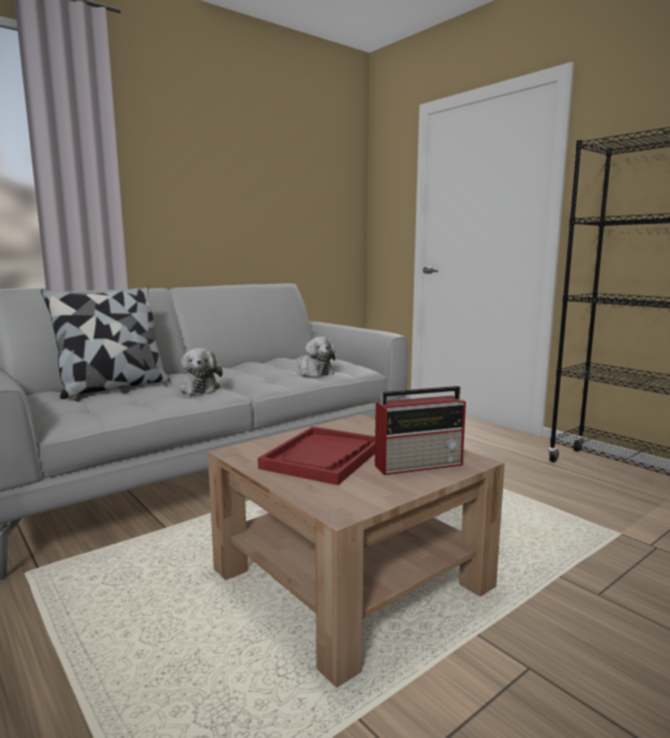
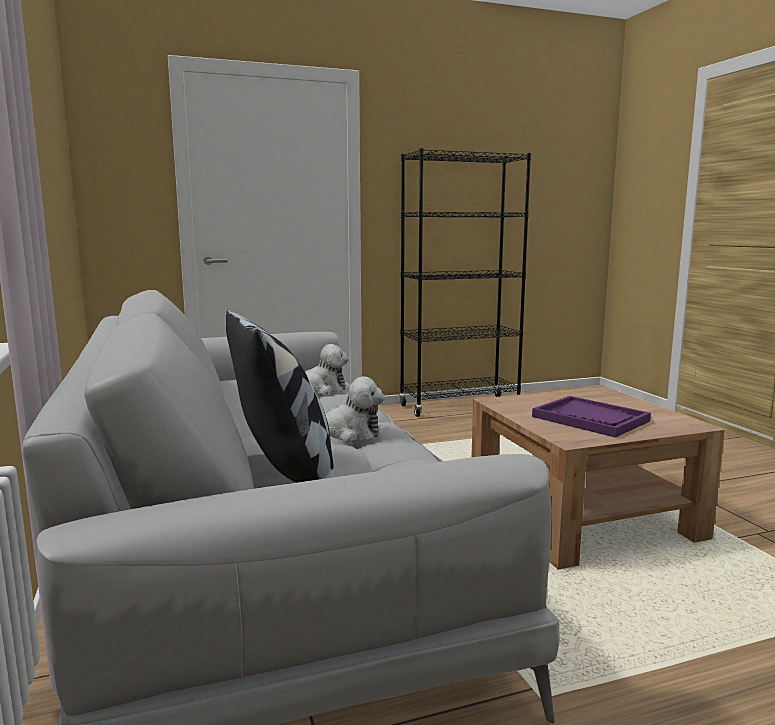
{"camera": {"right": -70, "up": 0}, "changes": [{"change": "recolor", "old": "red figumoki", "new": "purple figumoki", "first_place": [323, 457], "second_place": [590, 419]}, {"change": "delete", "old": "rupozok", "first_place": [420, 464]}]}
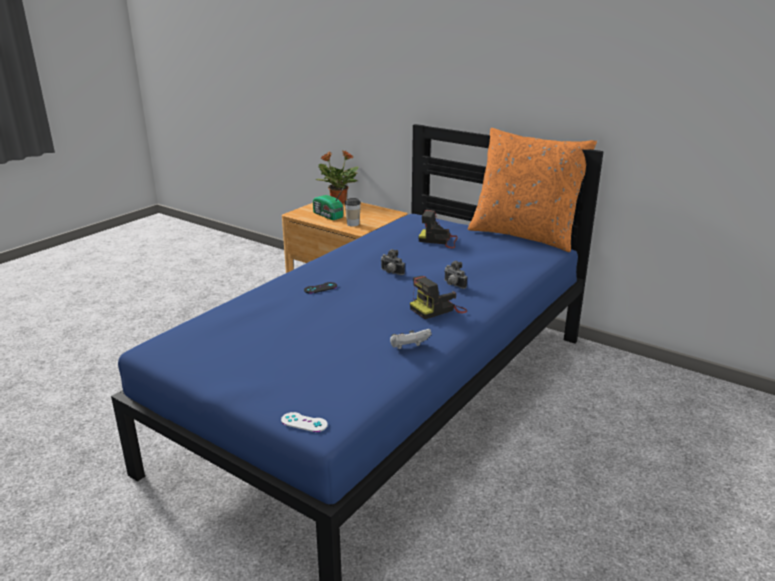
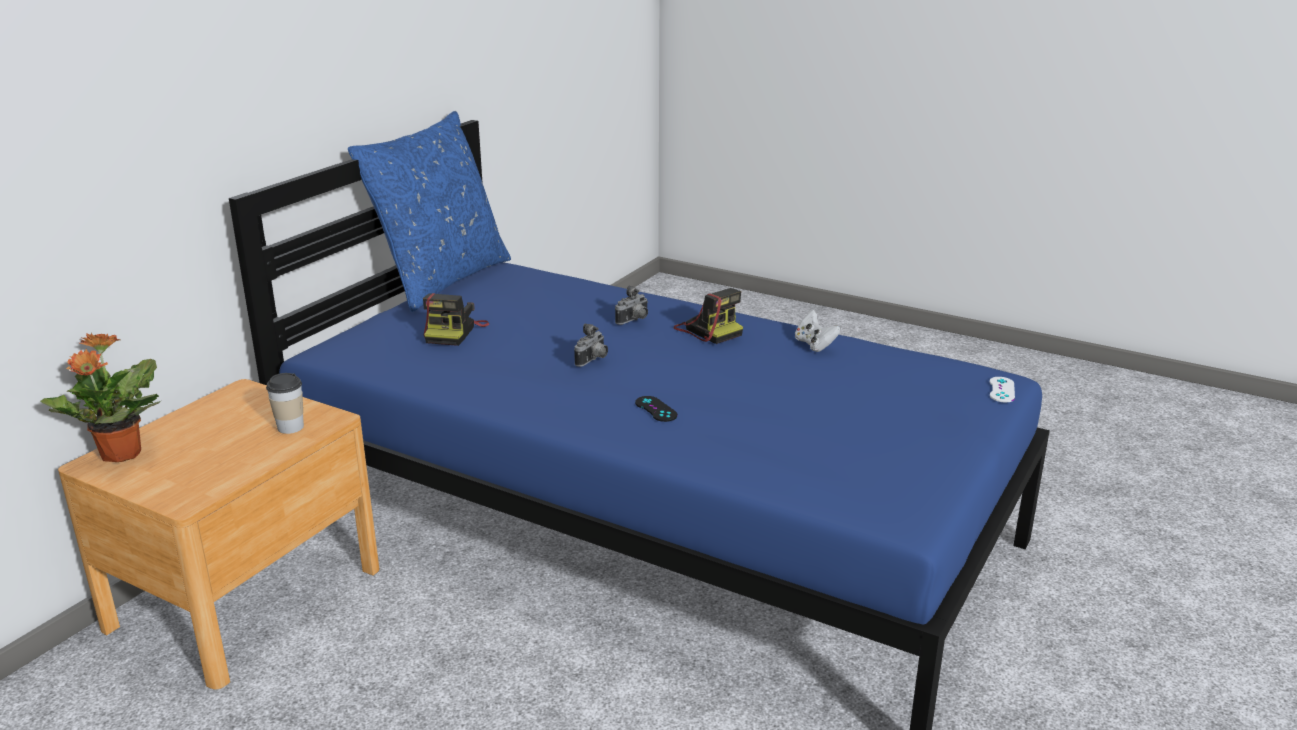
{"camera": {"right": -95, "up": 0}, "changes": [{"change": "recolor", "old": "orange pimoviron", "new": "blue pimoviron", "first_place": [524, 235], "second_place": [441, 280]}, {"change": "delete", "old": "rupozok", "first_place": [328, 216]}]}
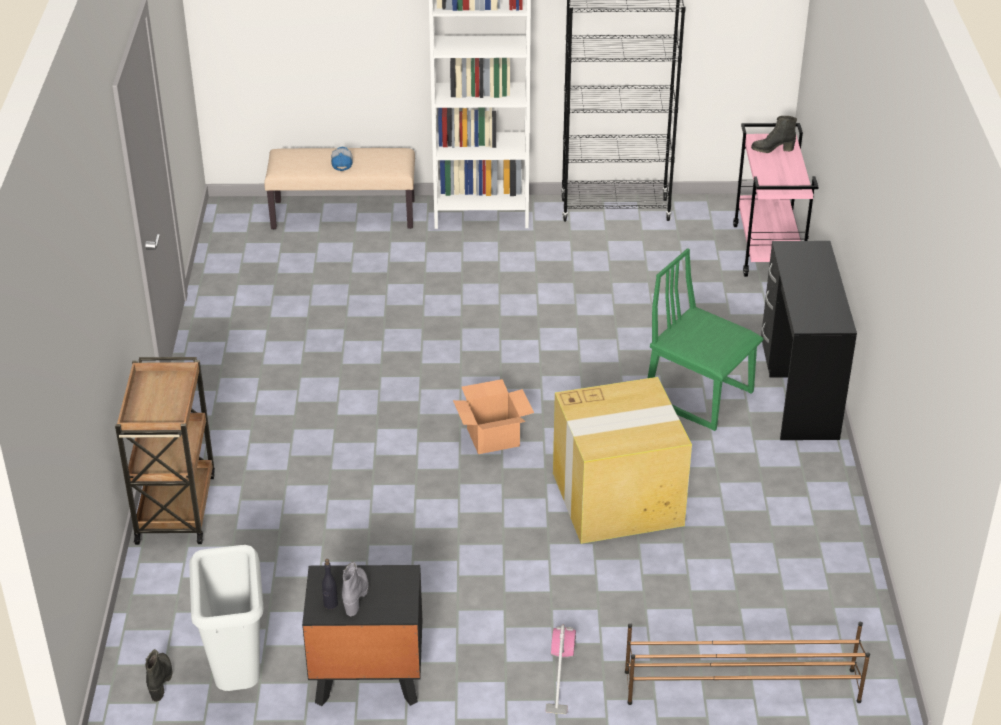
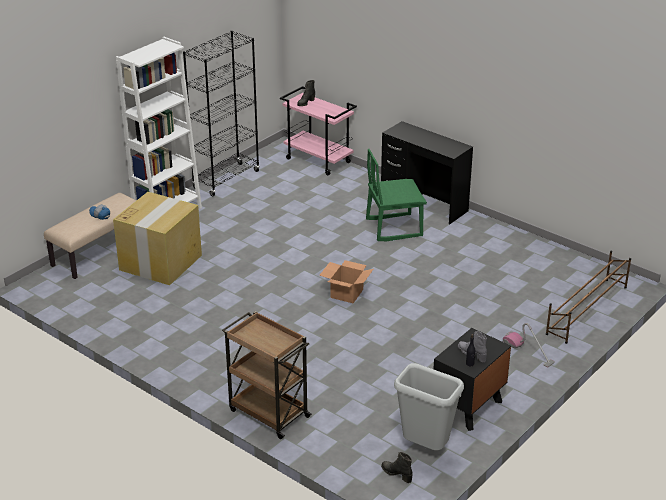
{"camera": {"right": -50, "up": -5}, "changes": [{"change": "move", "old": "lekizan", "first_place": [619, 498], "second_place": [161, 262]}]}
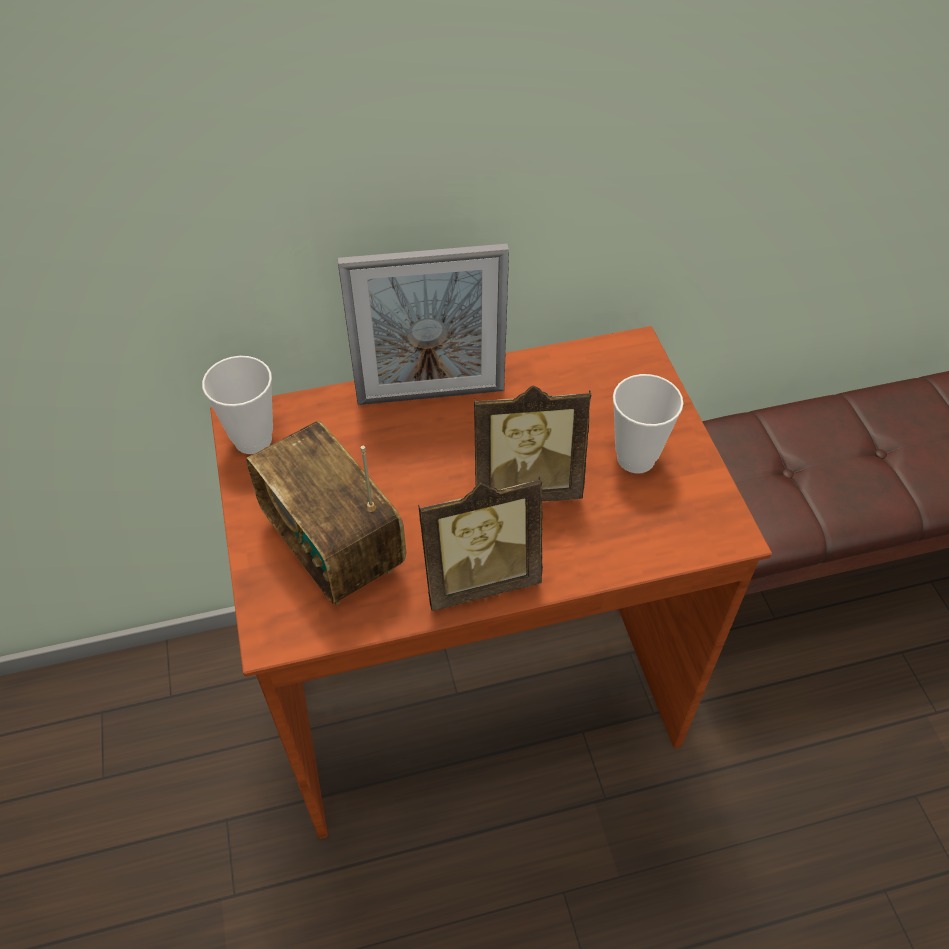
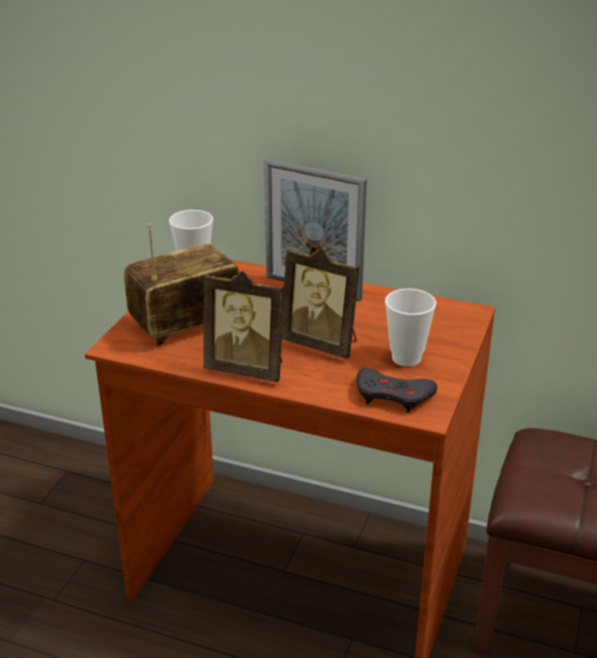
{"camera": {"right": 35, "up": -20}, "changes": [{"change": "rotate", "old": "rupozok", "first_place": [333, 545], "second_place": [185, 325], "degrees": 60}, {"change": "insert", "new": "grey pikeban", "second_place": [393, 395]}]}
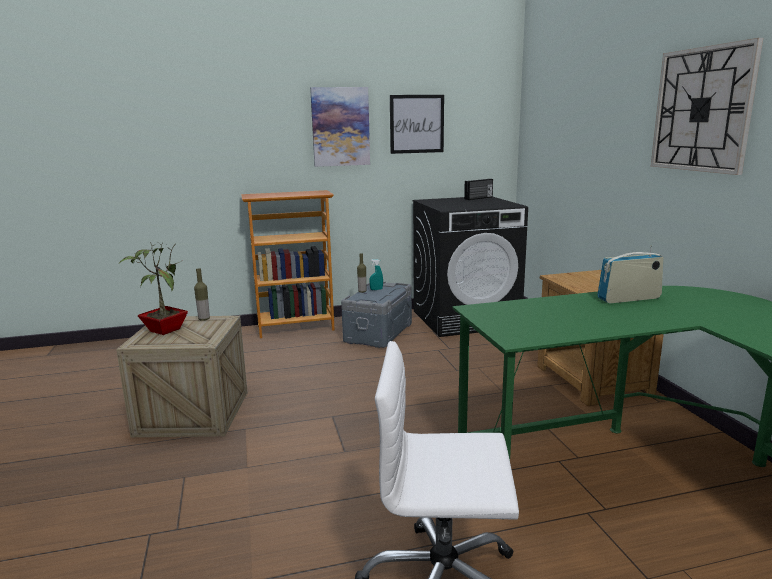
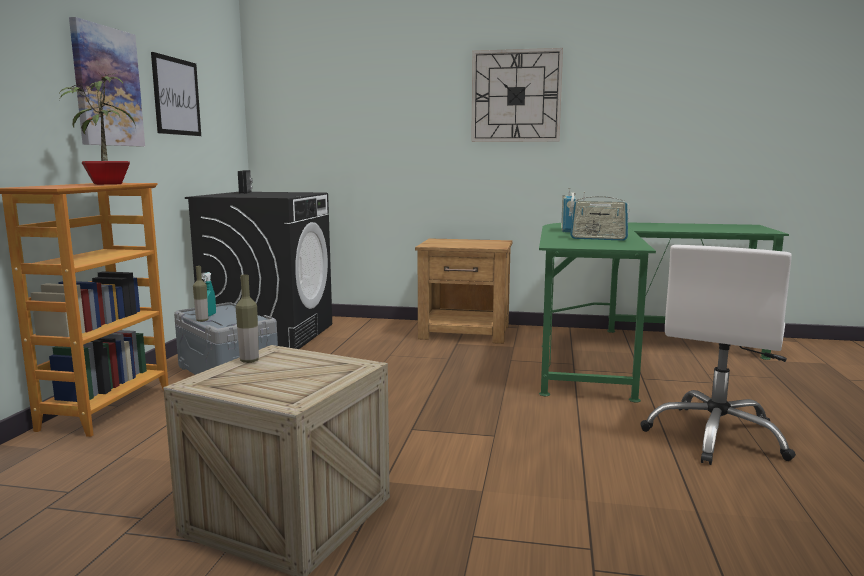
{"camera": {"right": -65, "up": -5}, "changes": [{"change": "move", "old": "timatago", "first_place": [164, 330], "second_place": [105, 184]}, {"change": "insert", "new": "rupozok", "second_place": [598, 239]}]}
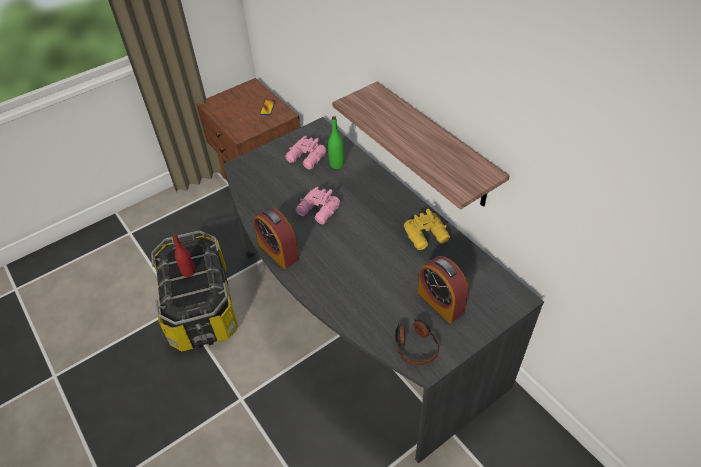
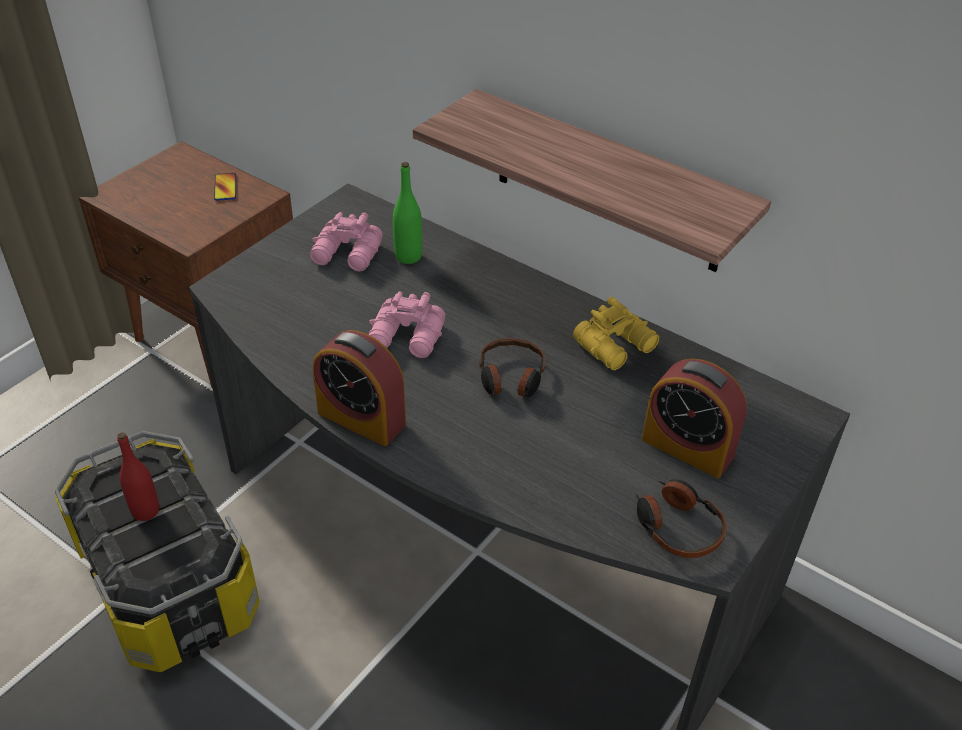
{"camera": {"right": -20, "up": -5}, "changes": [{"change": "insert", "new": "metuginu", "second_place": [511, 378]}]}
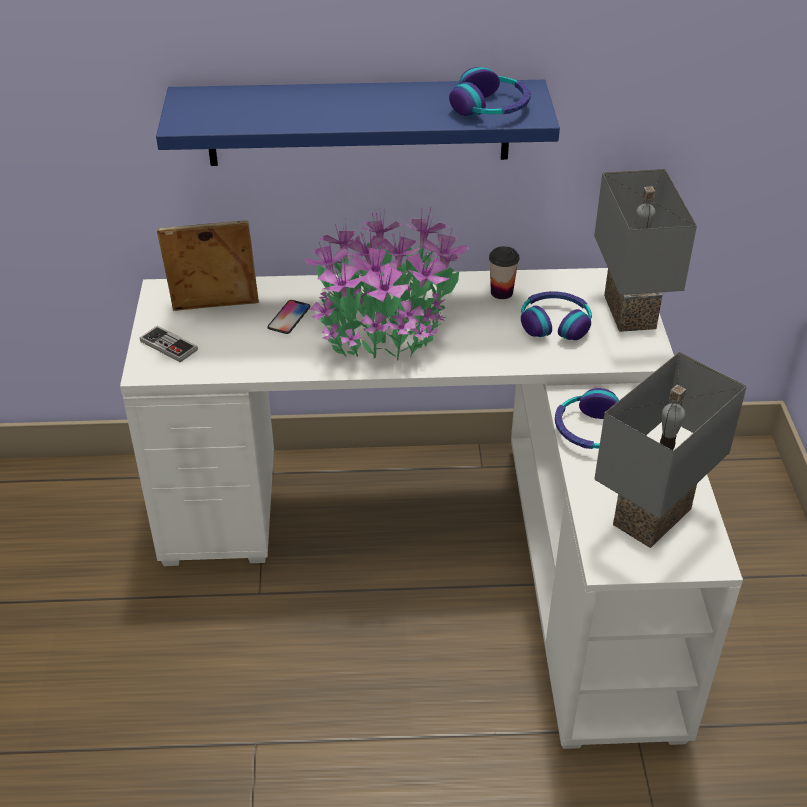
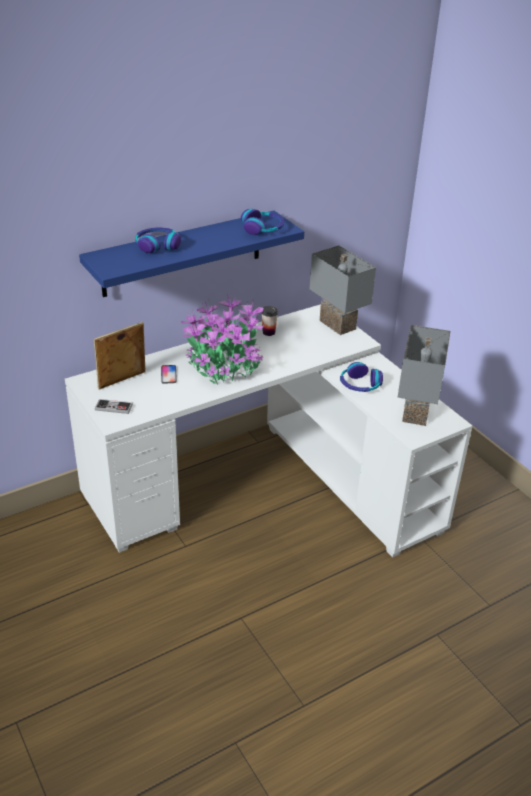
{"camera": {"right": -30, "up": -5}, "changes": [{"change": "move", "old": "metuginu", "first_place": [555, 324], "second_place": [158, 245]}]}
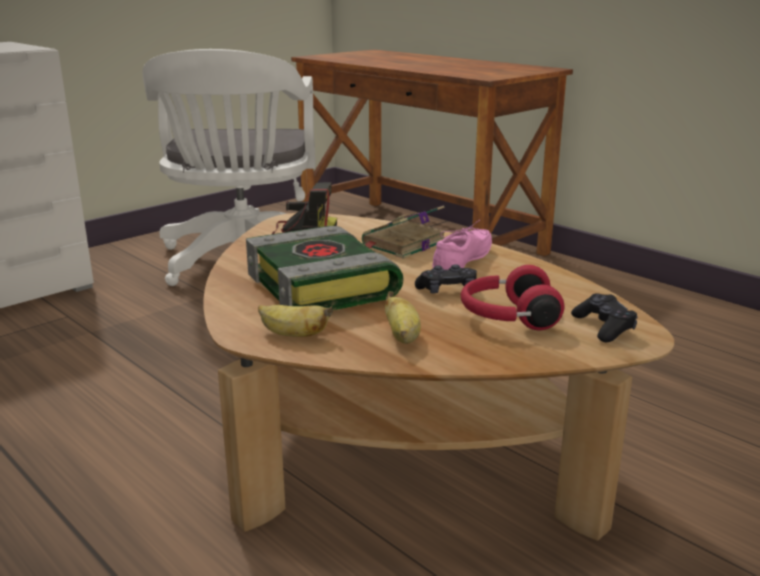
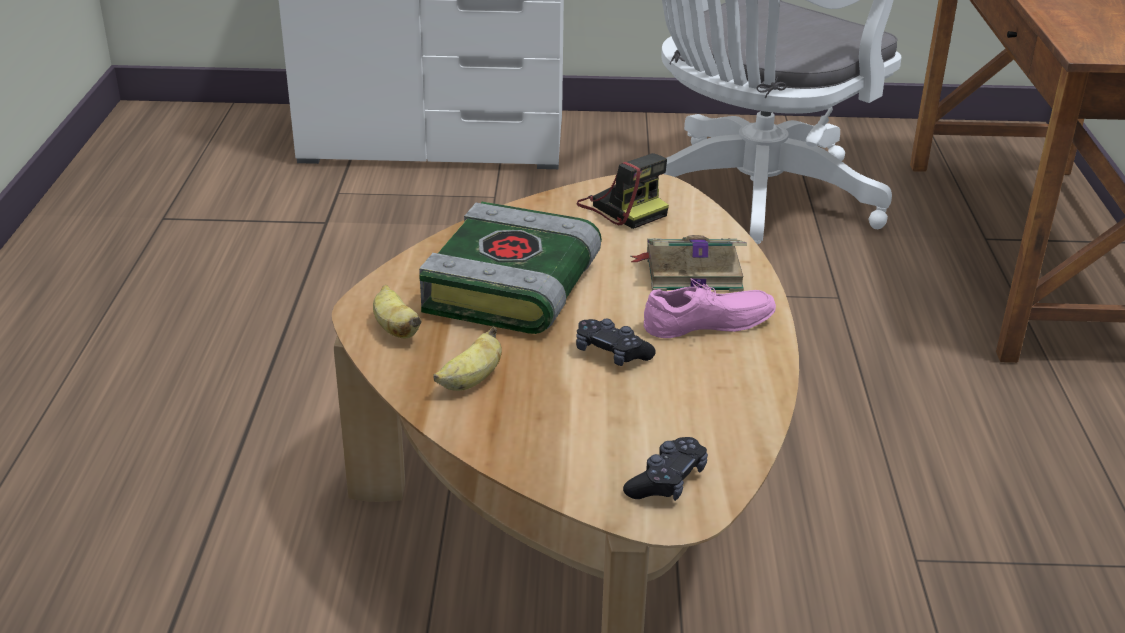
{"camera": {"right": 45, "up": 10}, "changes": [{"change": "delete", "old": "red metuginu", "first_place": [507, 317]}]}
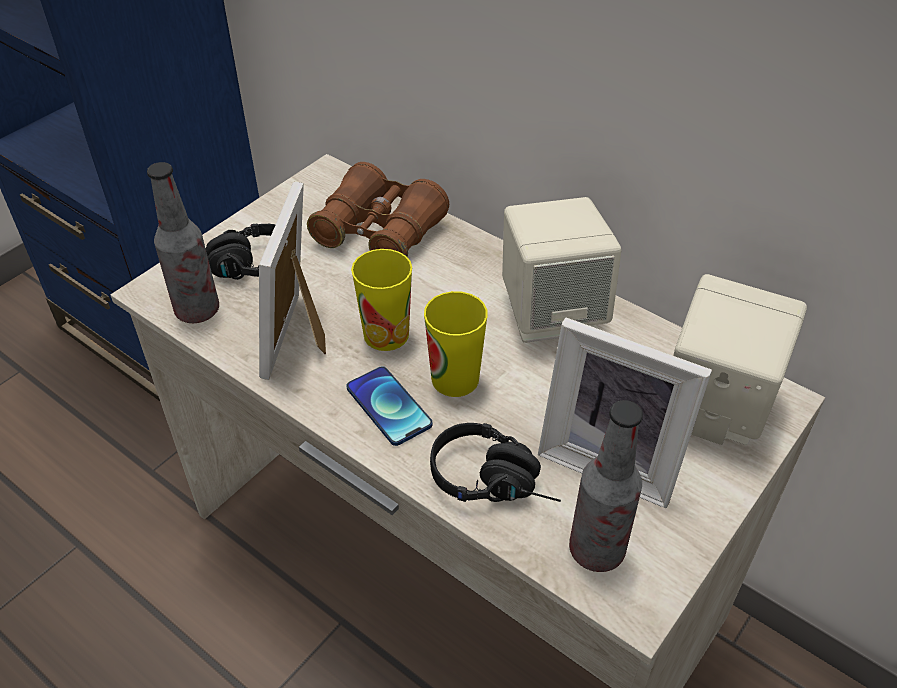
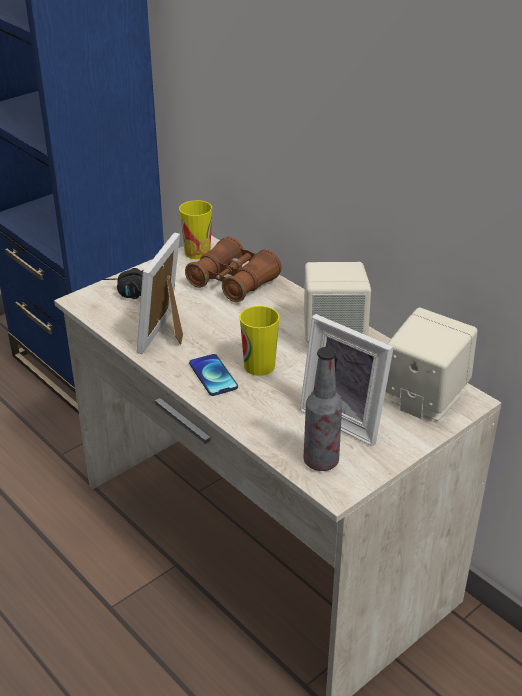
{"camera": {"right": 10, "up": -10}, "changes": [{"change": "move", "old": "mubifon", "first_place": [386, 334], "second_place": [197, 252]}, {"change": "delete", "old": "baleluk", "first_place": [197, 311]}, {"change": "delete", "old": "black metuginu", "first_place": [496, 481]}]}
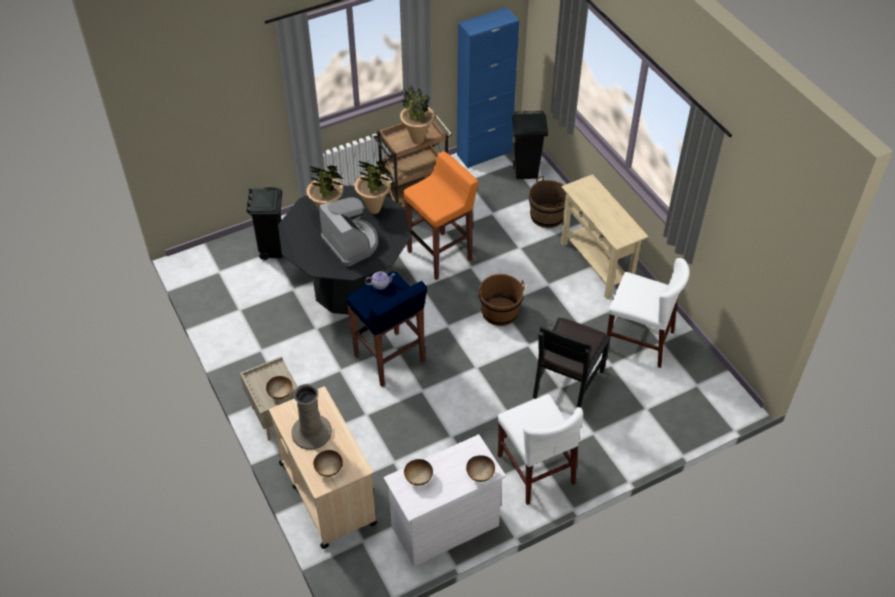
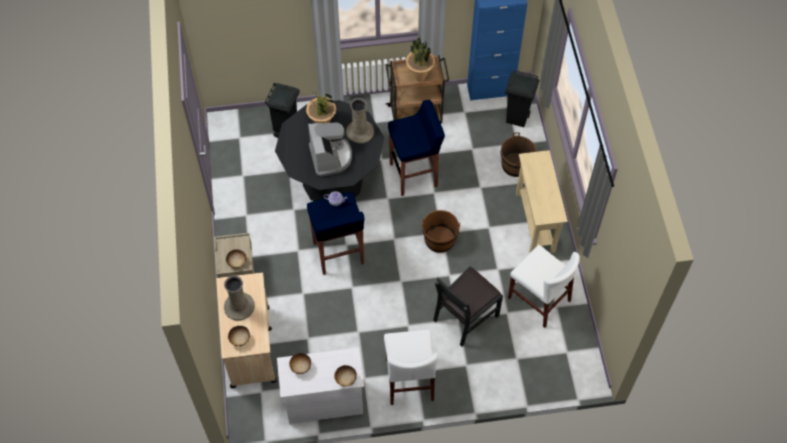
{"camera": {"right": 20, "up": 10}, "changes": [{"change": "replace", "old": "timatago", "new": "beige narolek", "first_place": [374, 209], "second_place": [360, 132]}, {"change": "recolor", "old": "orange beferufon", "new": "blue beferufon", "first_place": [440, 255], "second_place": [414, 175]}]}
